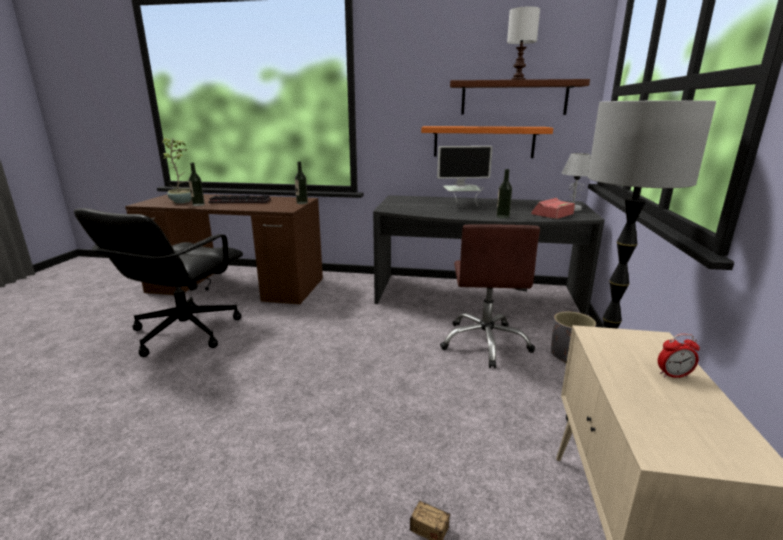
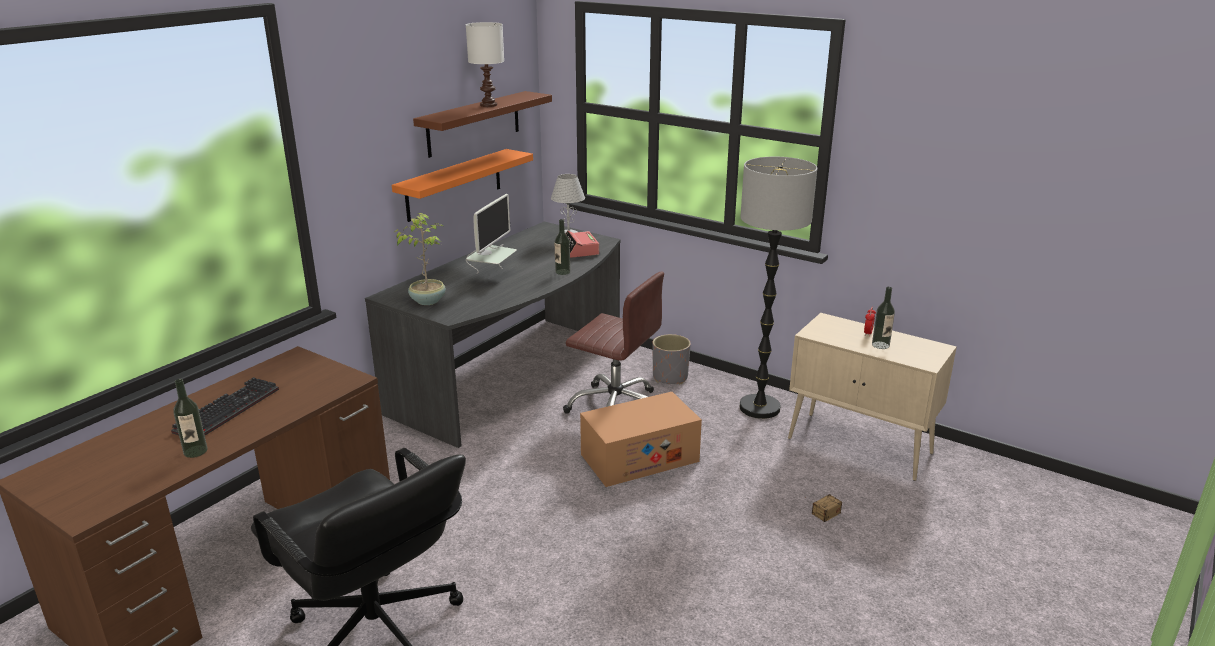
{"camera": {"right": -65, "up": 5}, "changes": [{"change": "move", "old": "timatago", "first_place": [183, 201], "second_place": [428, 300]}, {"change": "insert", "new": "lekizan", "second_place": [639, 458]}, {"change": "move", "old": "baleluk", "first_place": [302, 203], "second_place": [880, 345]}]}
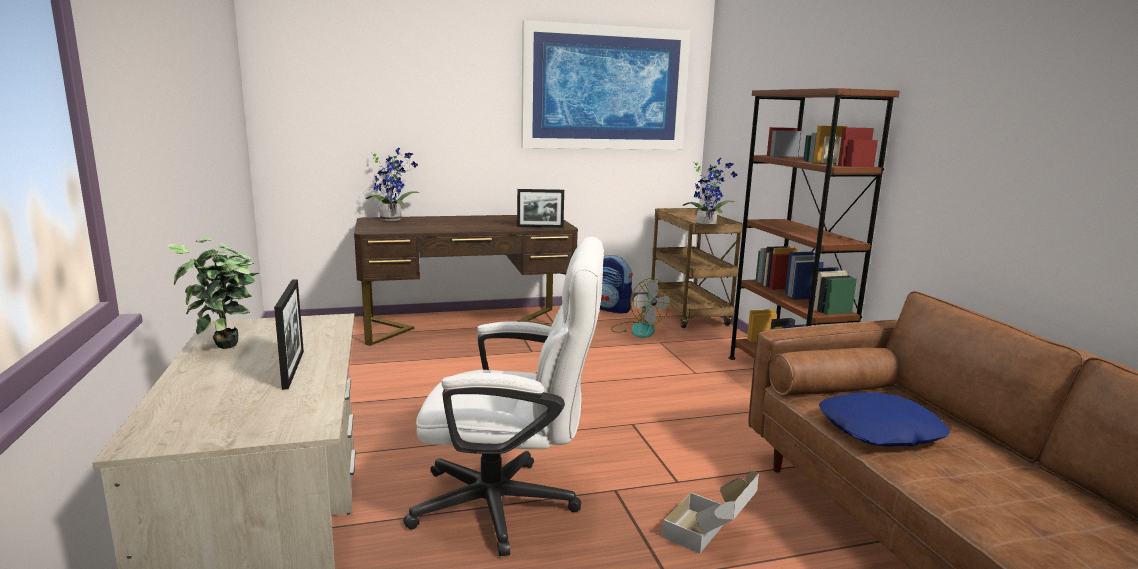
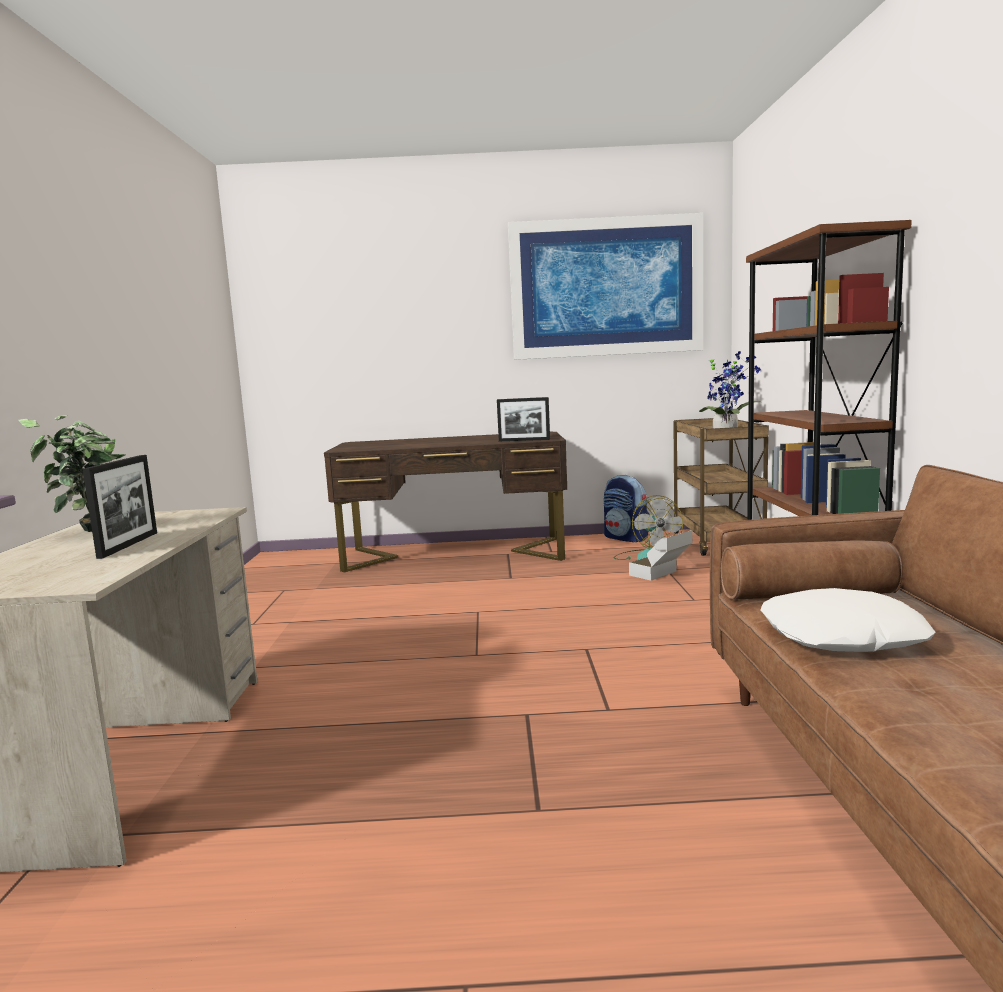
{"camera": {"right": 15, "up": -5}, "changes": [{"change": "move", "old": "lekizan", "first_place": [709, 536], "second_place": [662, 575]}, {"change": "recolor", "old": "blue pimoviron", "new": "white pimoviron", "first_place": [880, 431], "second_place": [842, 637]}, {"change": "delete", "old": "timatago", "first_place": [393, 219]}, {"change": "delete", "old": "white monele", "first_place": [510, 506]}]}
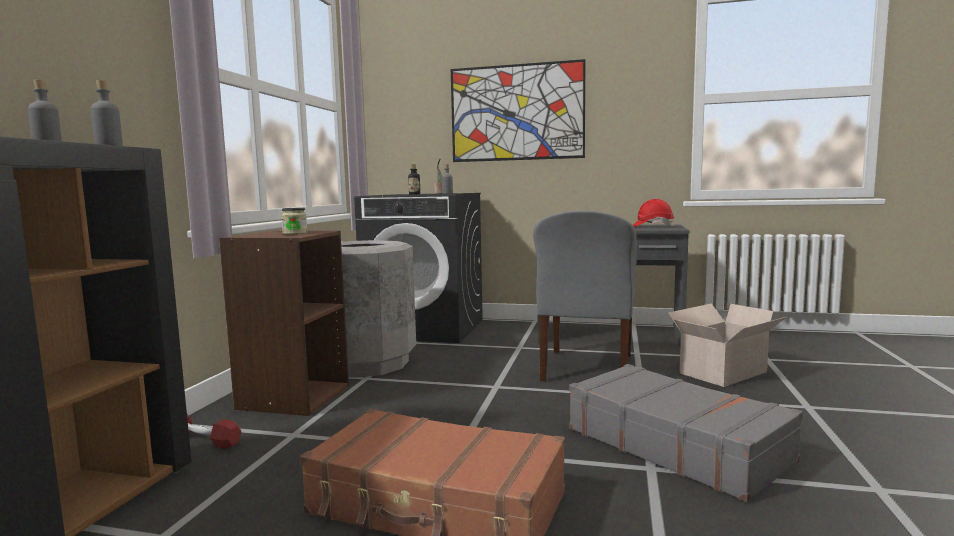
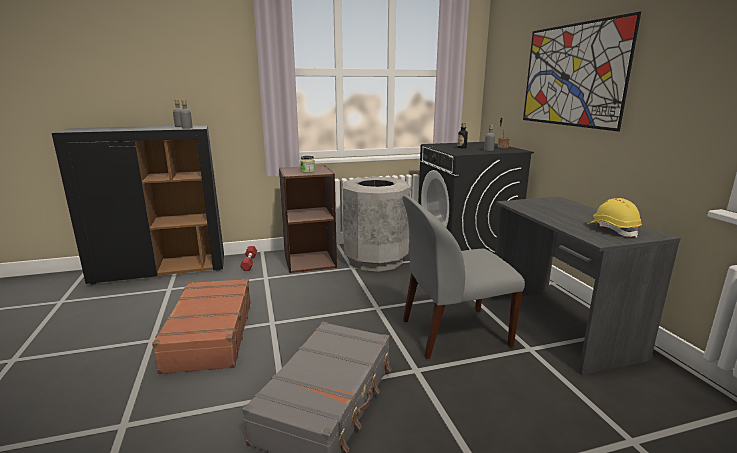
{"camera": {"right": 60, "up": 10}, "changes": [{"change": "recolor", "old": "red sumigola", "new": "yellow sumigola", "first_place": [652, 226], "second_place": [612, 230]}, {"change": "delete", "old": "lekizan", "first_place": [721, 373]}]}
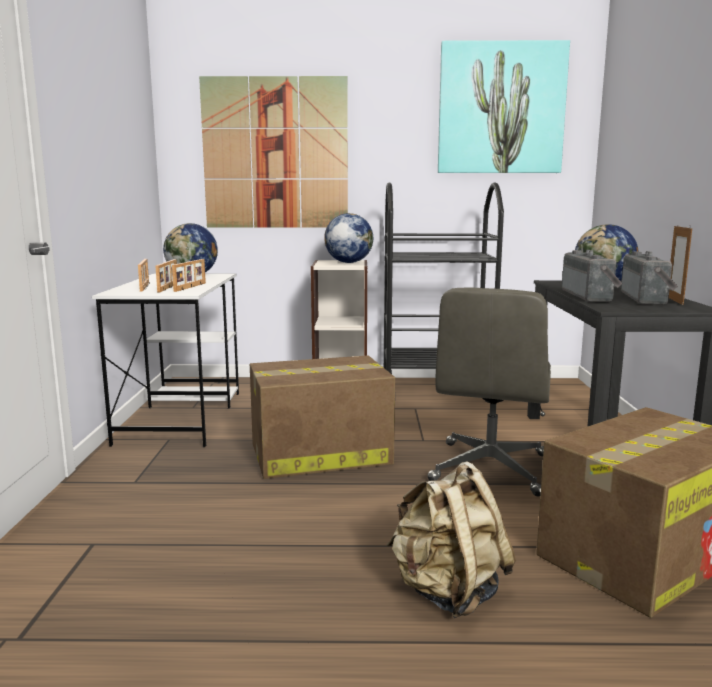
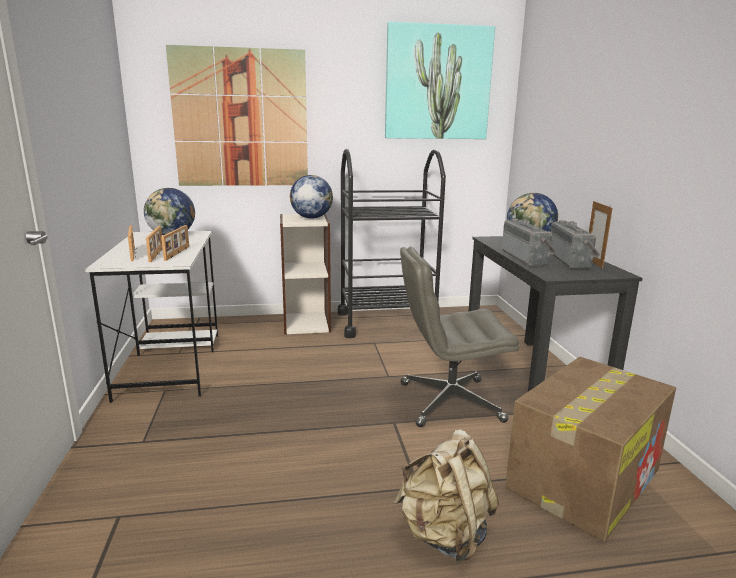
{"camera": {"right": -10, "up": 5}, "changes": [{"change": "rotate", "old": "grey monele", "first_place": [490, 469], "second_place": [449, 402], "degrees": 75}, {"change": "delete", "old": "lekizan", "first_place": [318, 454]}]}
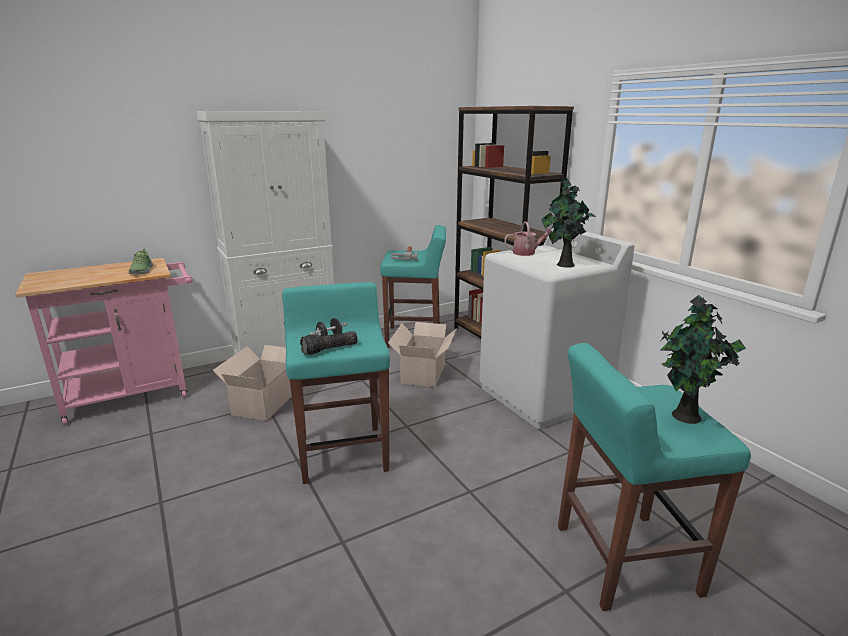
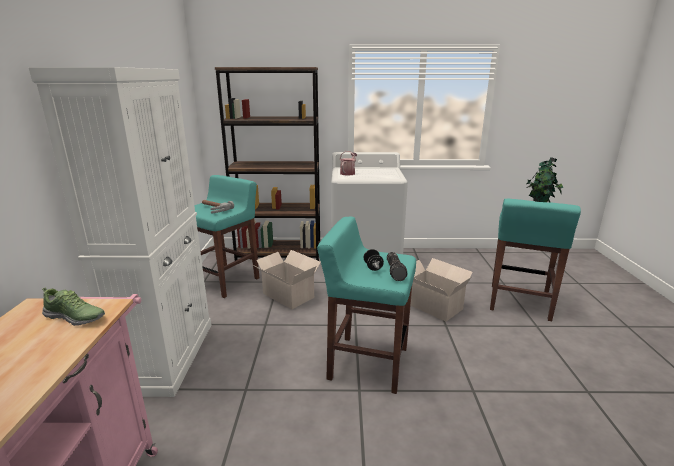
{"camera": {"right": -60, "up": 0}, "changes": [{"change": "move", "old": "lekizan", "first_place": [266, 402], "second_place": [433, 305]}, {"change": "delete", "old": "timatago", "first_place": [563, 265]}]}
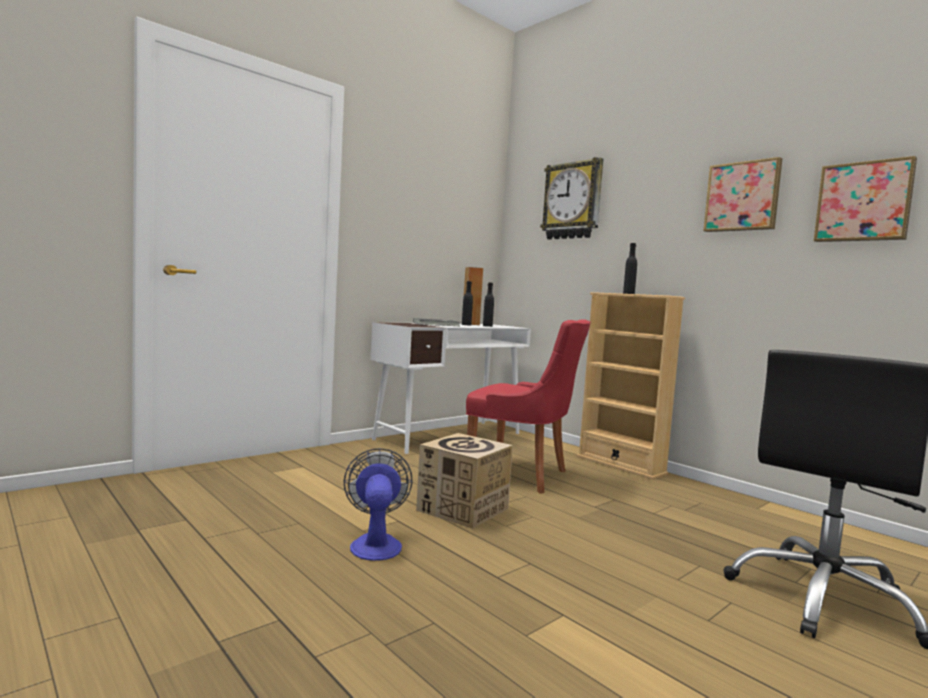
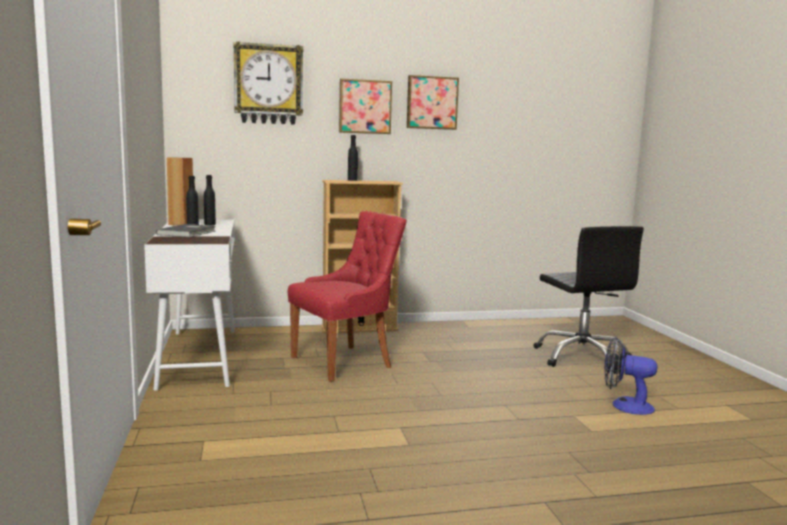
{"camera": {"right": -60, "up": 5}, "changes": [{"change": "move", "old": "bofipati", "first_place": [863, 202], "second_place": [365, 107]}, {"change": "move", "old": "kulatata", "first_place": [375, 543], "second_place": [624, 405]}, {"change": "delete", "old": "lekizan", "first_place": [463, 509]}]}
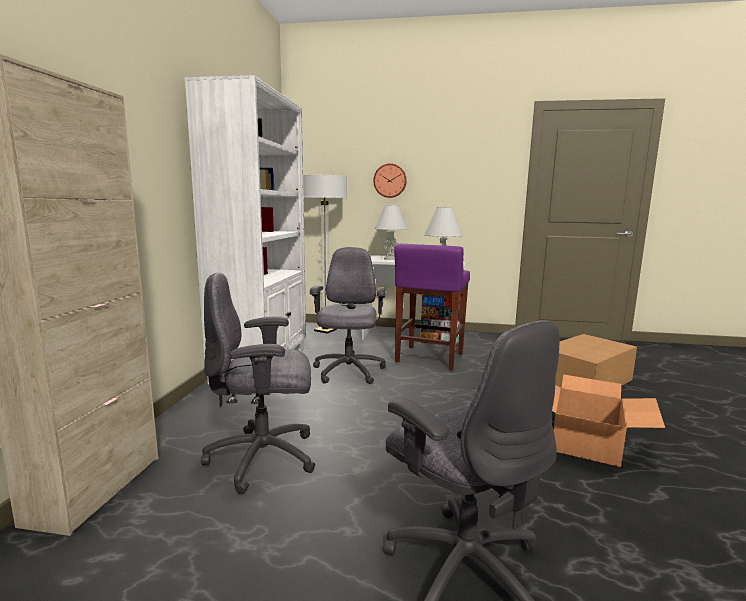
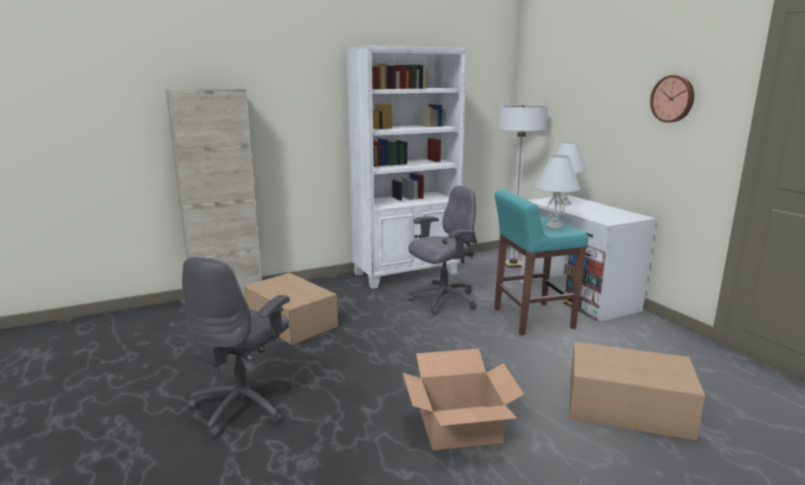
{"camera": {"right": 55, "up": 5}, "changes": [{"change": "replace", "old": "grey monele", "new": "lekizan", "first_place": [264, 458], "second_place": [291, 321]}, {"change": "recolor", "old": "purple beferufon", "new": "turquoise beferufon", "first_place": [429, 358], "second_place": [531, 318]}, {"change": "move", "old": "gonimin", "first_place": [390, 180], "second_place": [673, 99]}]}
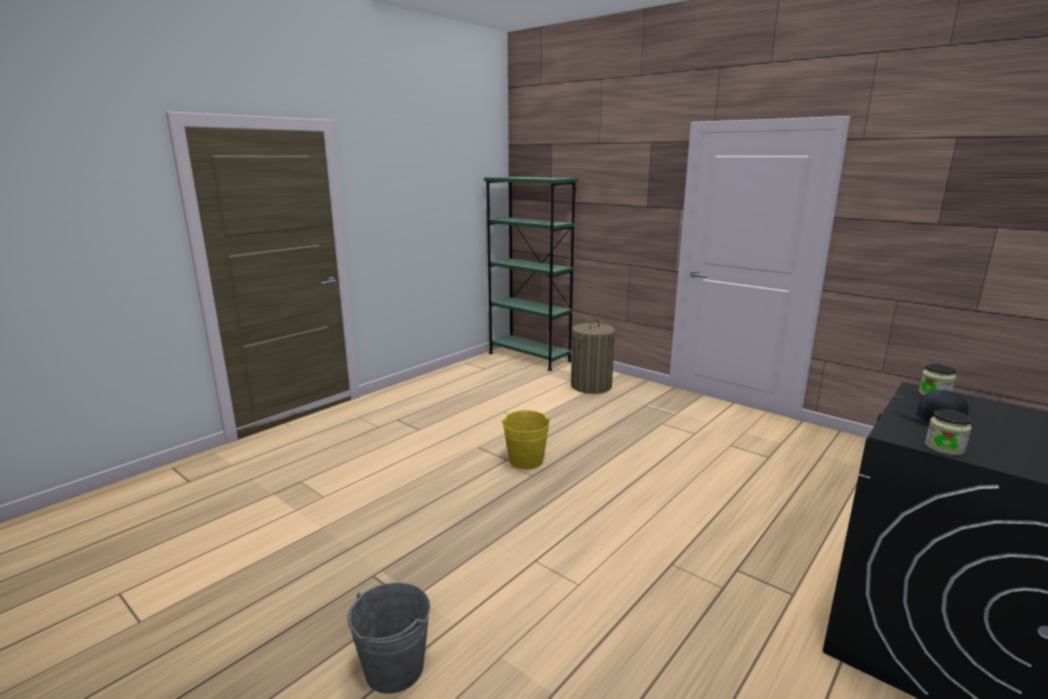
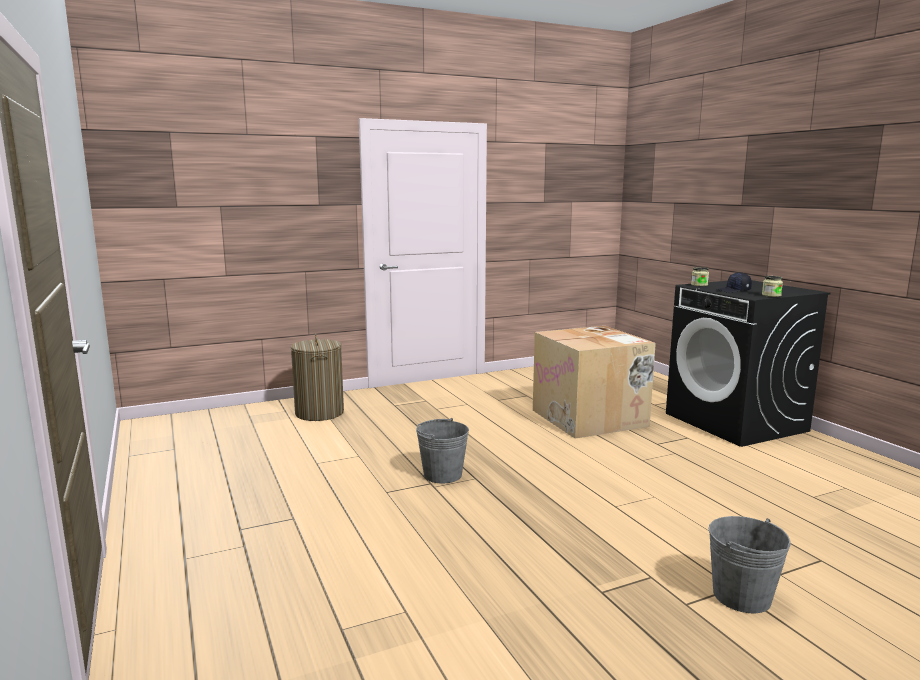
{"camera": {"right": -65, "up": -5}, "changes": [{"change": "recolor", "old": "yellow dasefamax", "new": "grey dasefamax", "first_place": [526, 460], "second_place": [442, 475]}, {"change": "insert", "new": "lekizan", "second_place": [591, 418]}, {"change": "delete", "old": "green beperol", "first_place": [529, 357]}]}
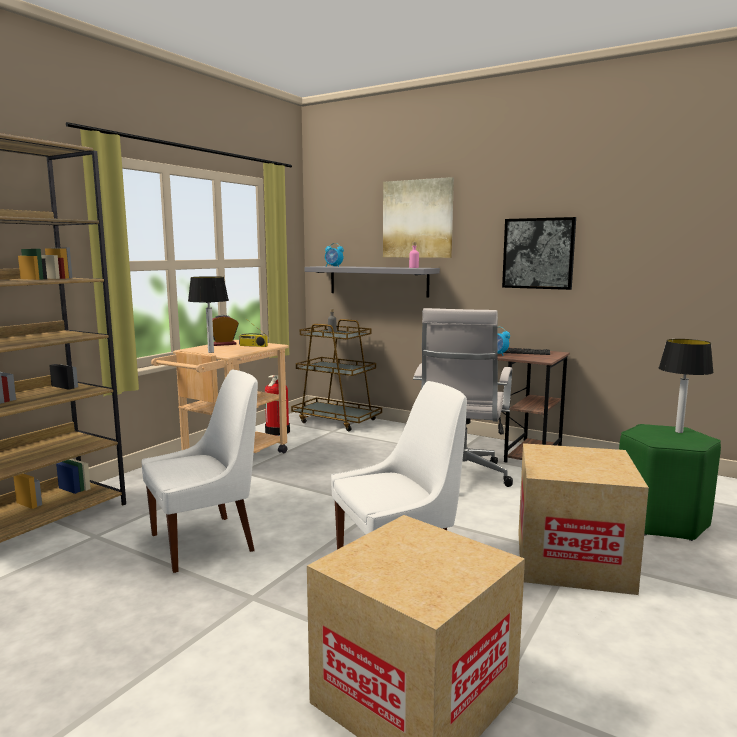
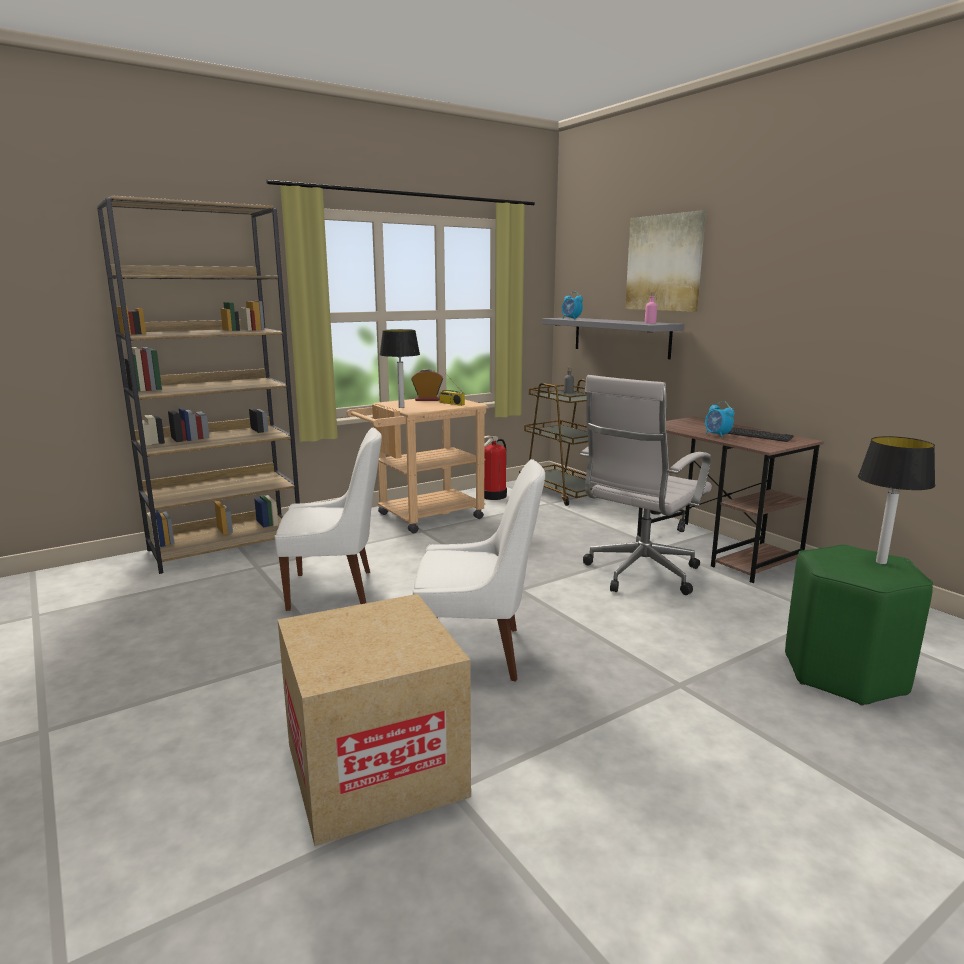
{"camera": {"right": 25, "up": 5}, "changes": [{"change": "delete", "old": "bofipati", "first_place": [538, 253]}, {"change": "delete", "old": "lekizan", "first_place": [572, 560]}]}
